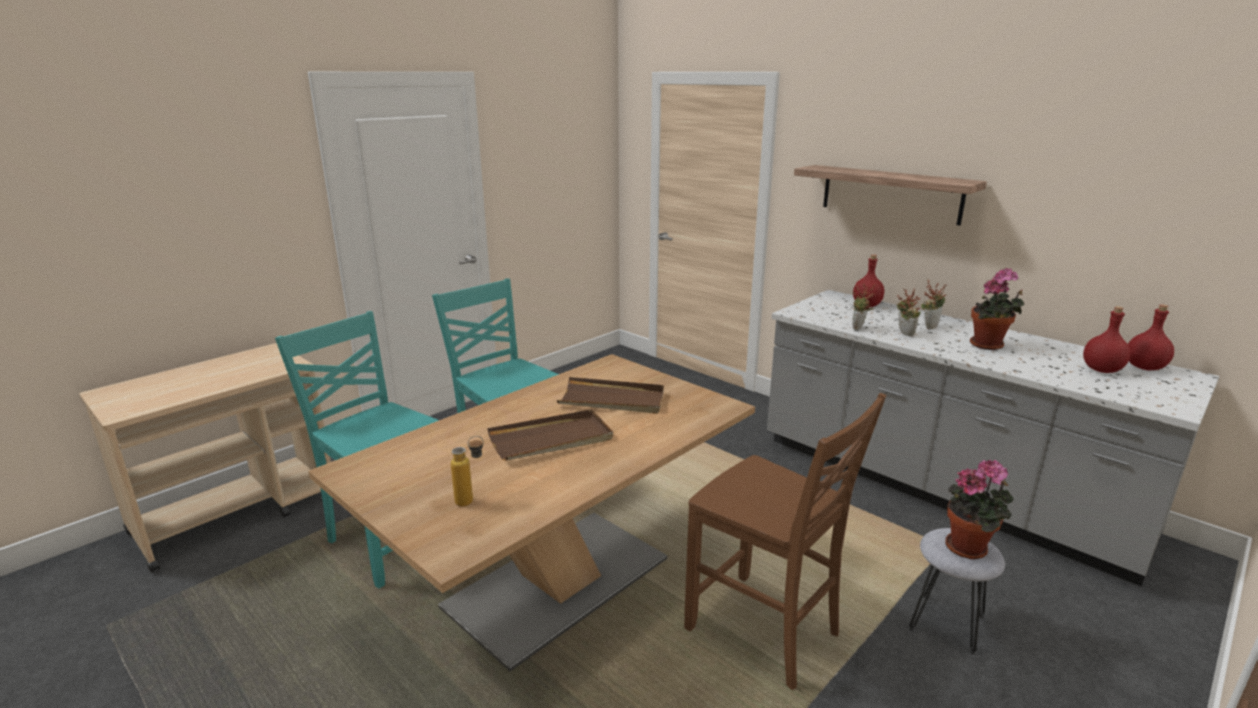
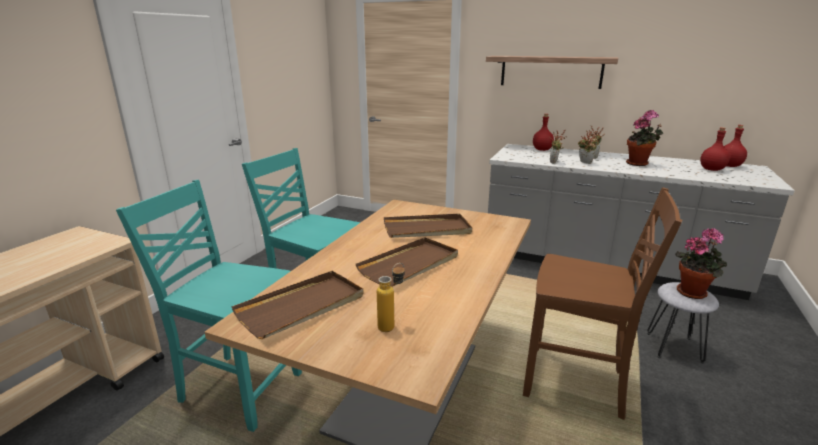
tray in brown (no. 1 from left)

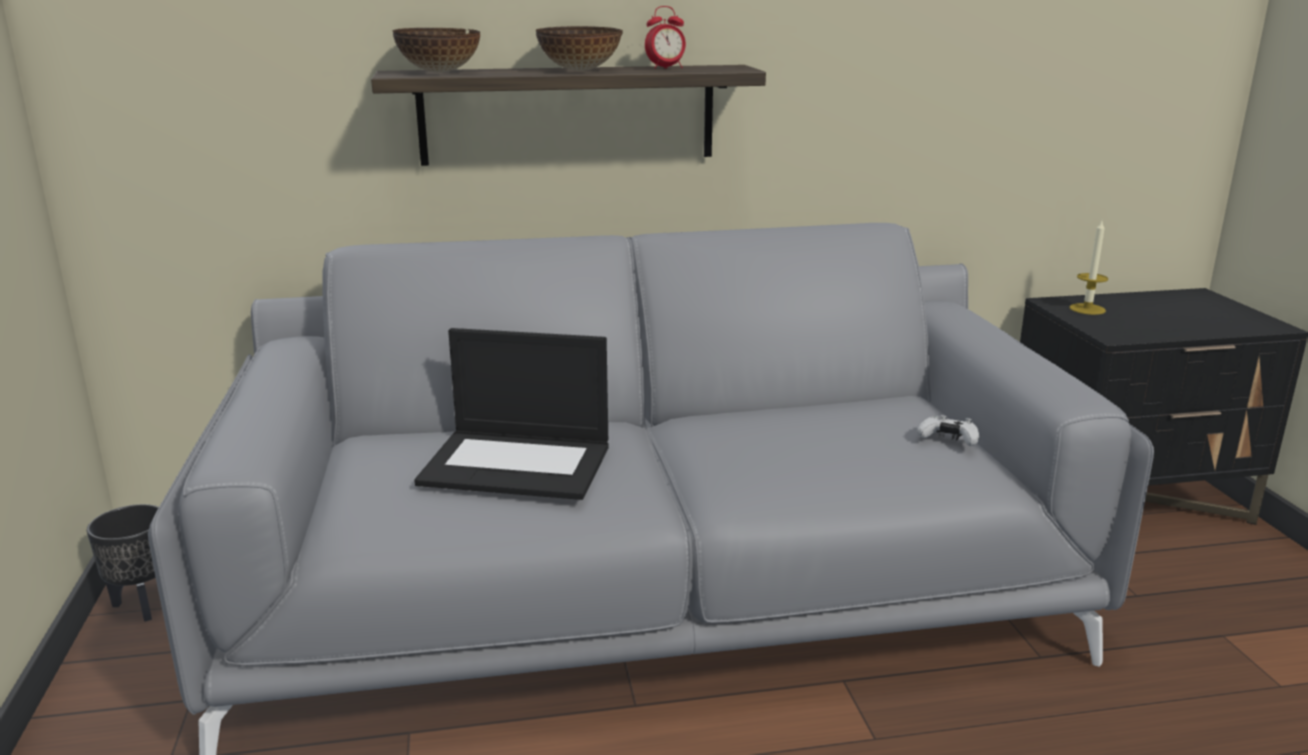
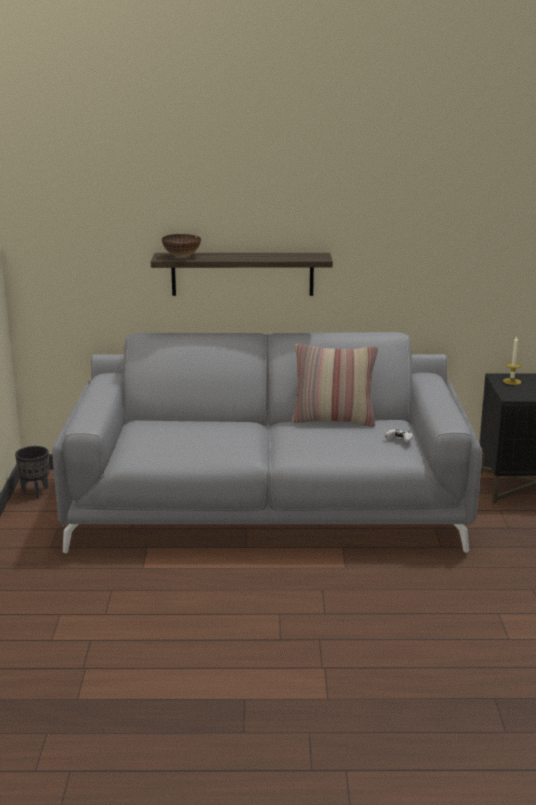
laptop
bowl (no. 2 from left in the first image)
alarm clock
pillow

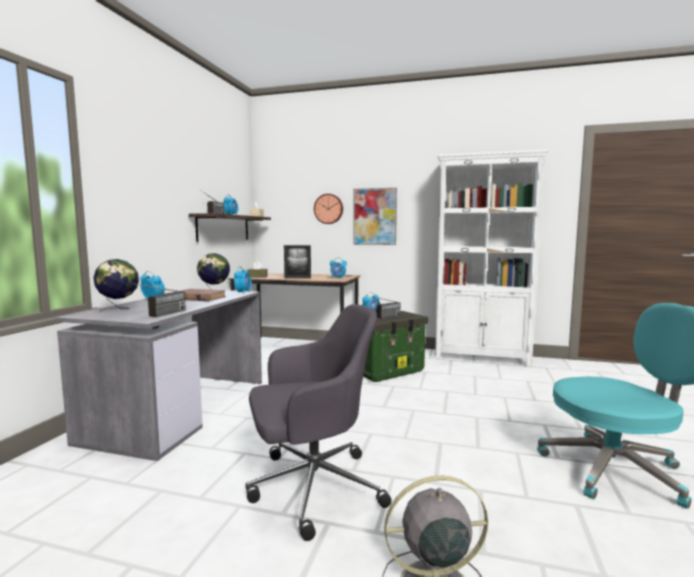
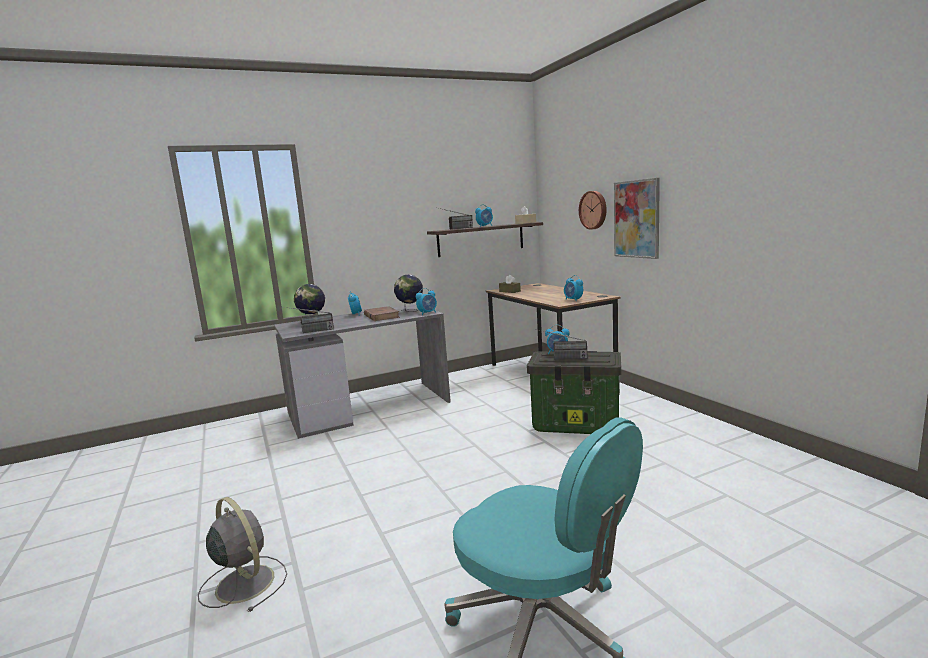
office chair in grey
picture frame
bookcase in white

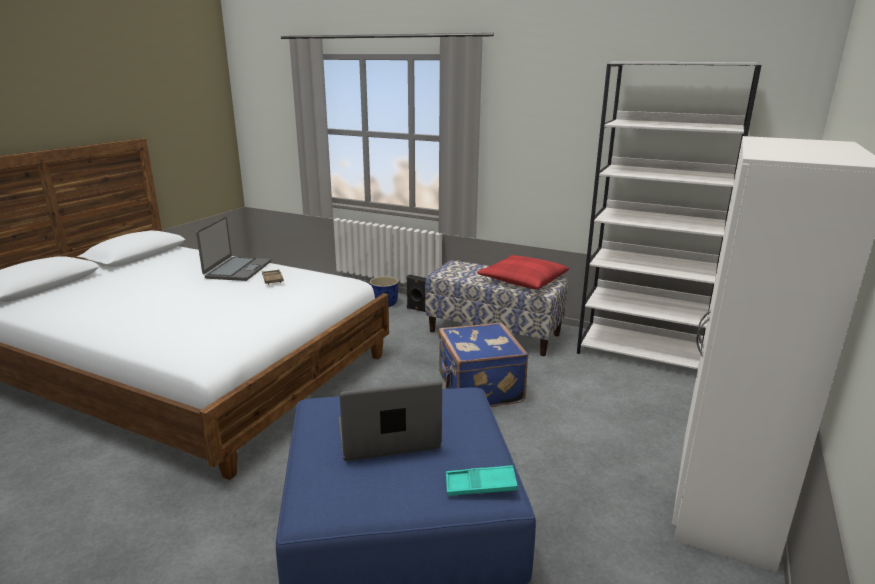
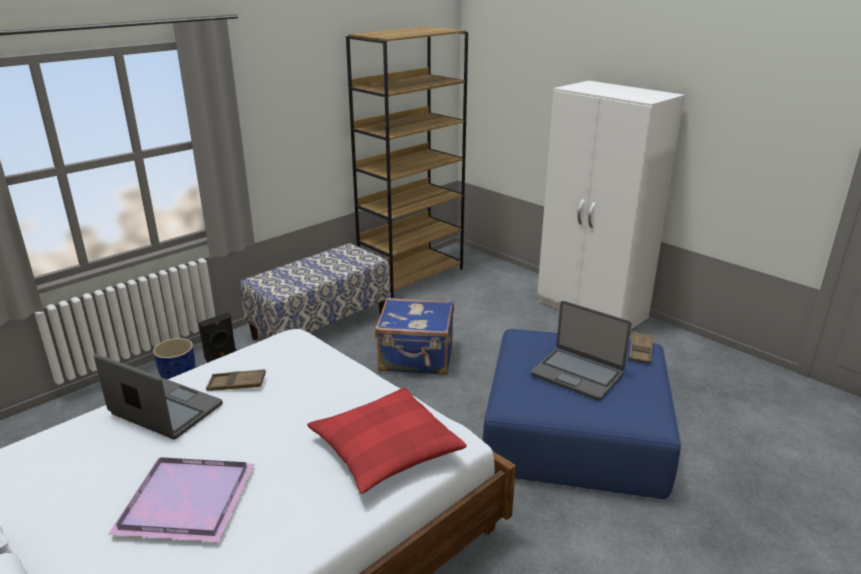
laptop (no. 2 from left)
tray in brown (no. 2 from left)
pillow in red
bookcase in brown
tray in purple

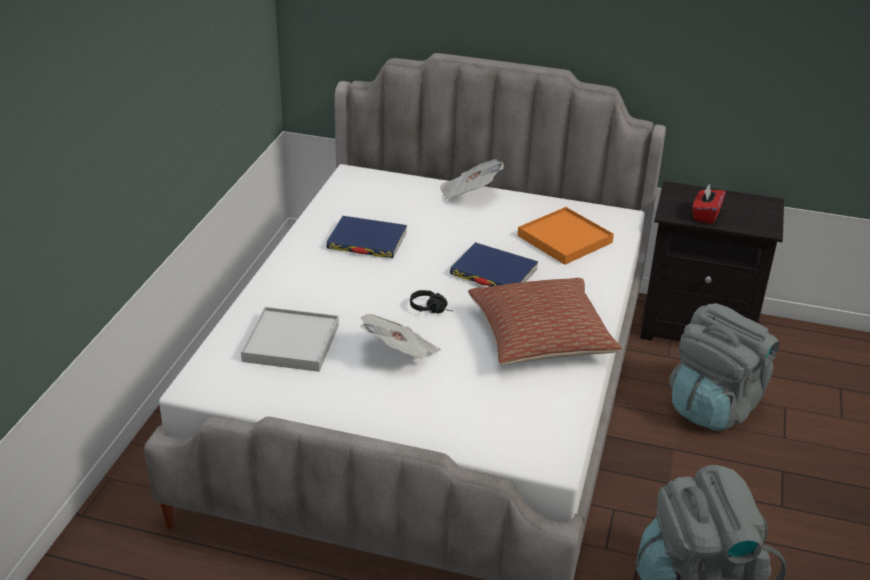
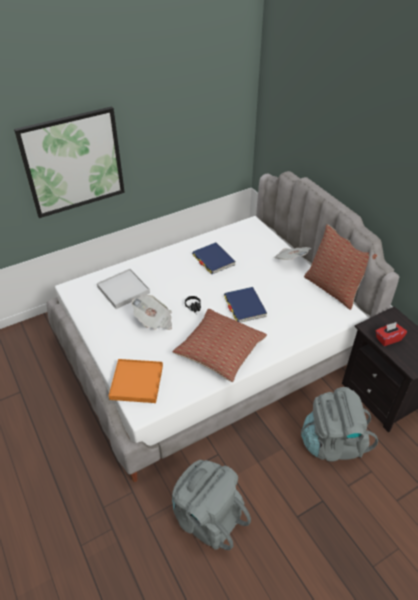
tray in orange
picture
pillow (no. 2 from left)

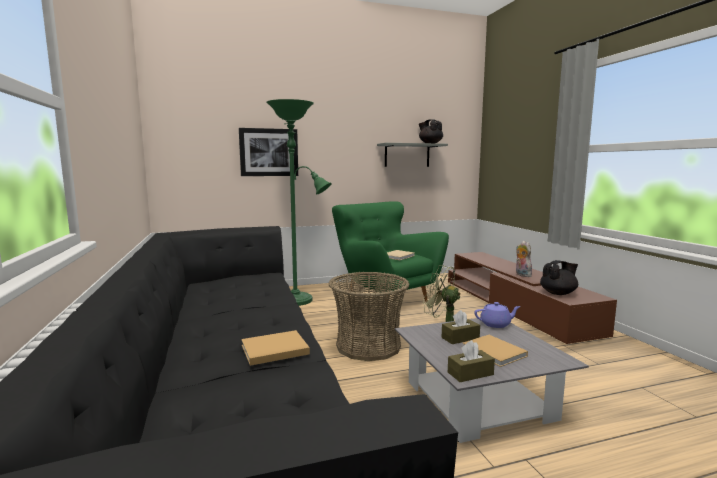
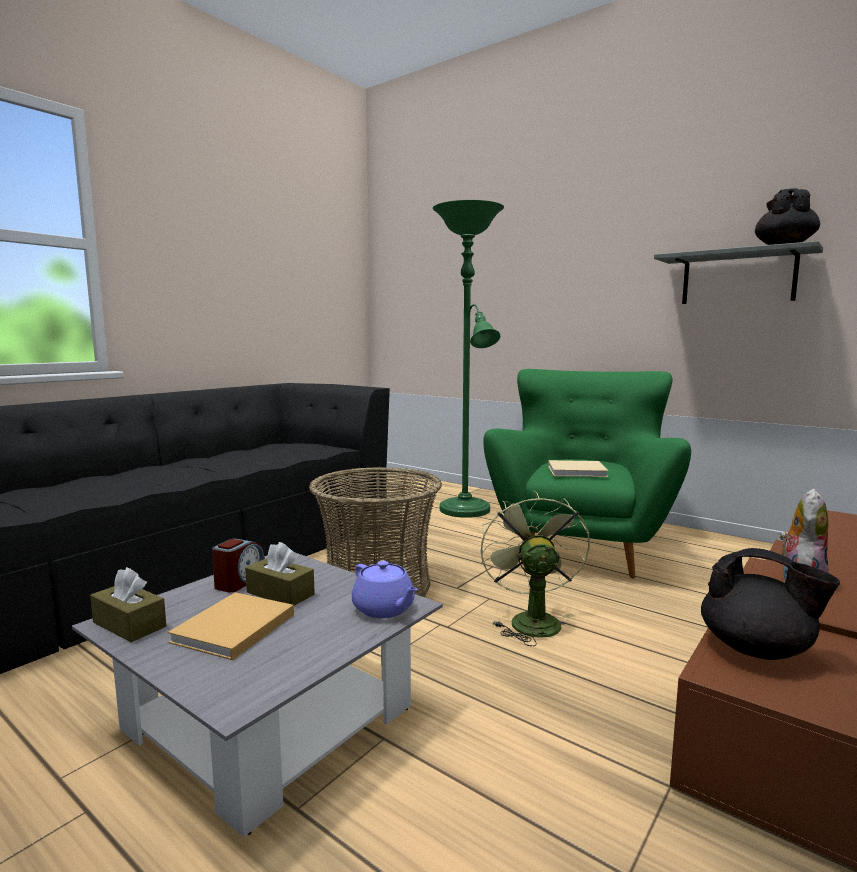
picture
book in beige (no. 1 from left in the first image)
alarm clock

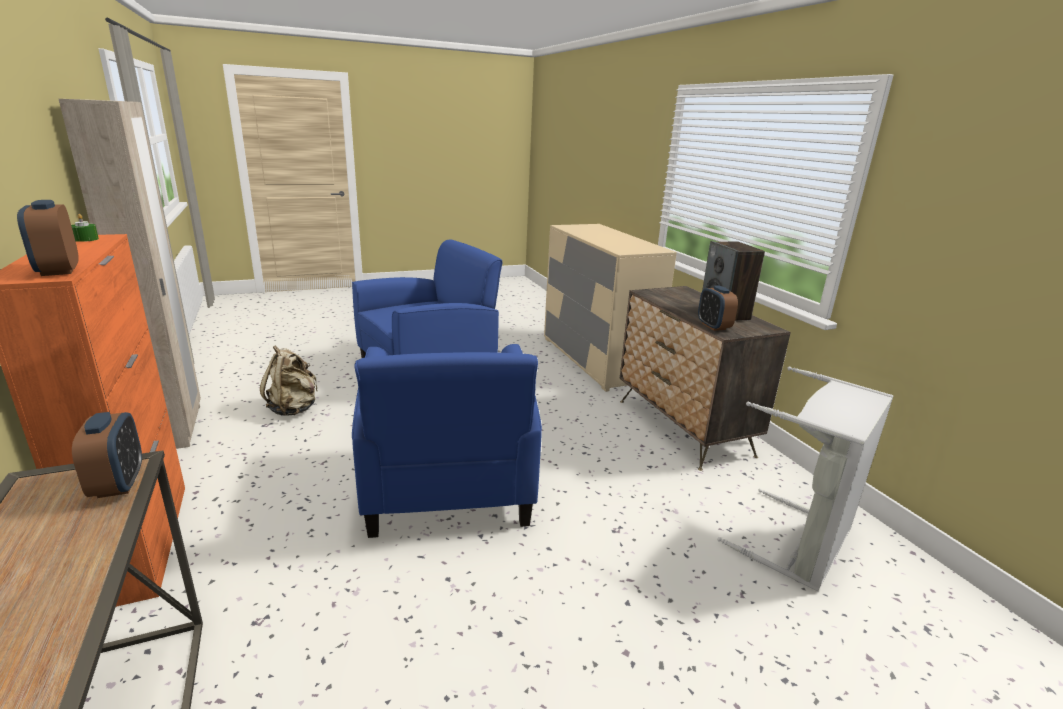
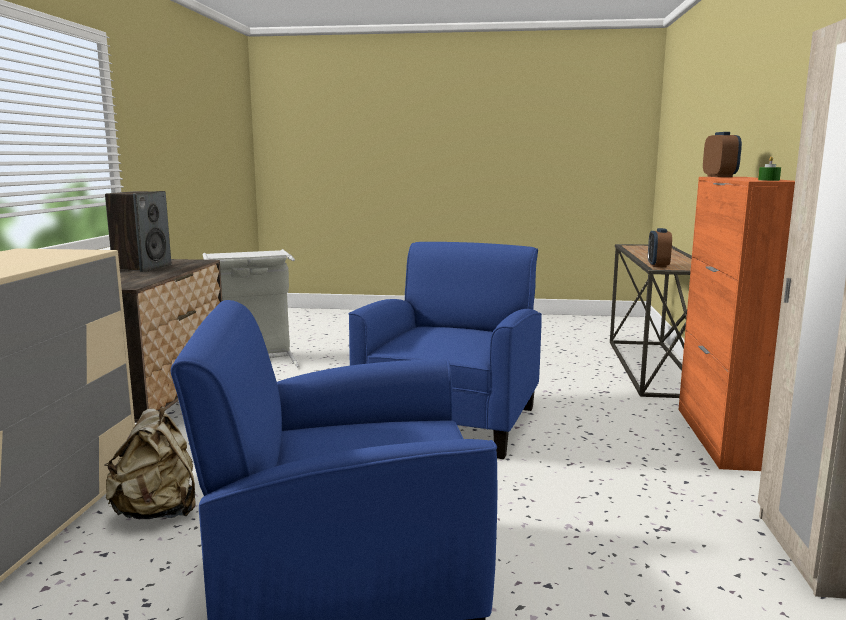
backpack in beige
alarm clock (no. 3 from left in the first image)

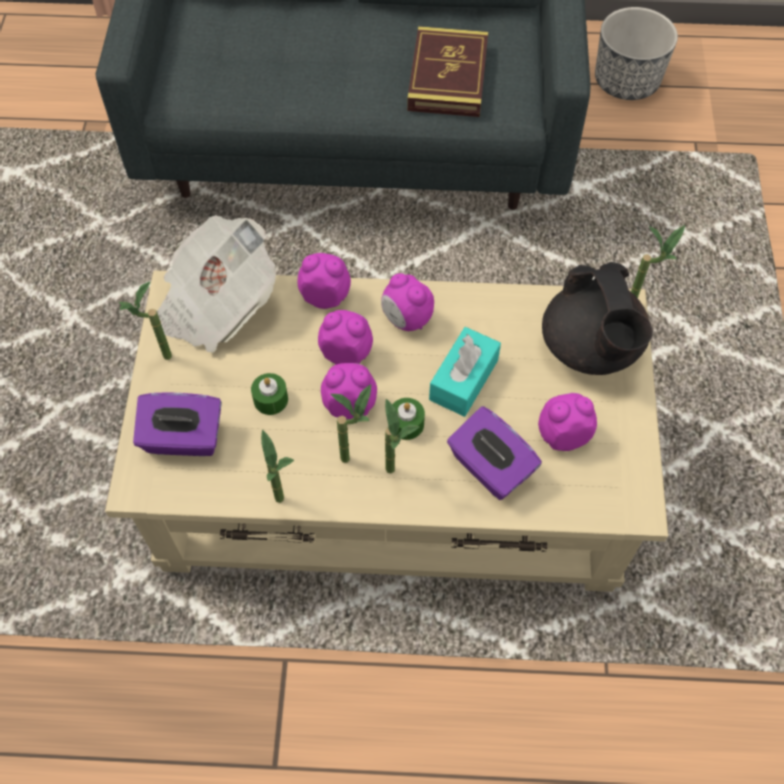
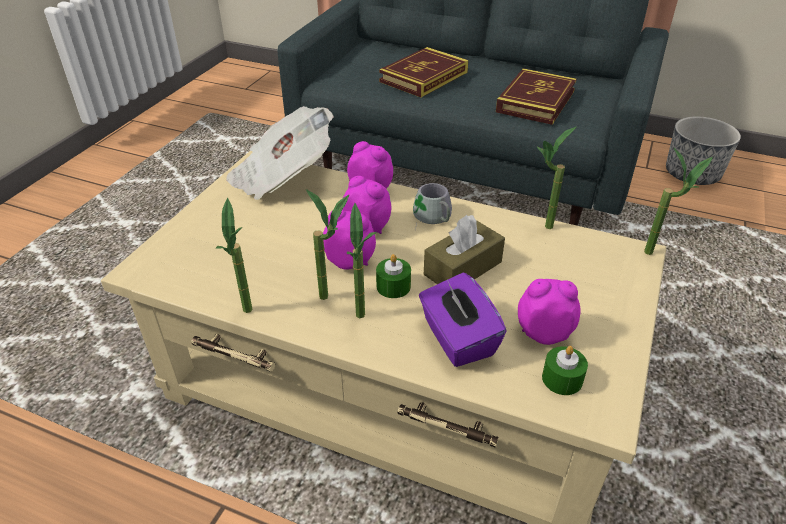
potted plant (no. 4 from left)
tissue box in purple (no. 1 from left in the first image)
candle in green (no. 2 from left)
mug in grey
tissue box in brown
teapot in black
book (no. 1 from left)

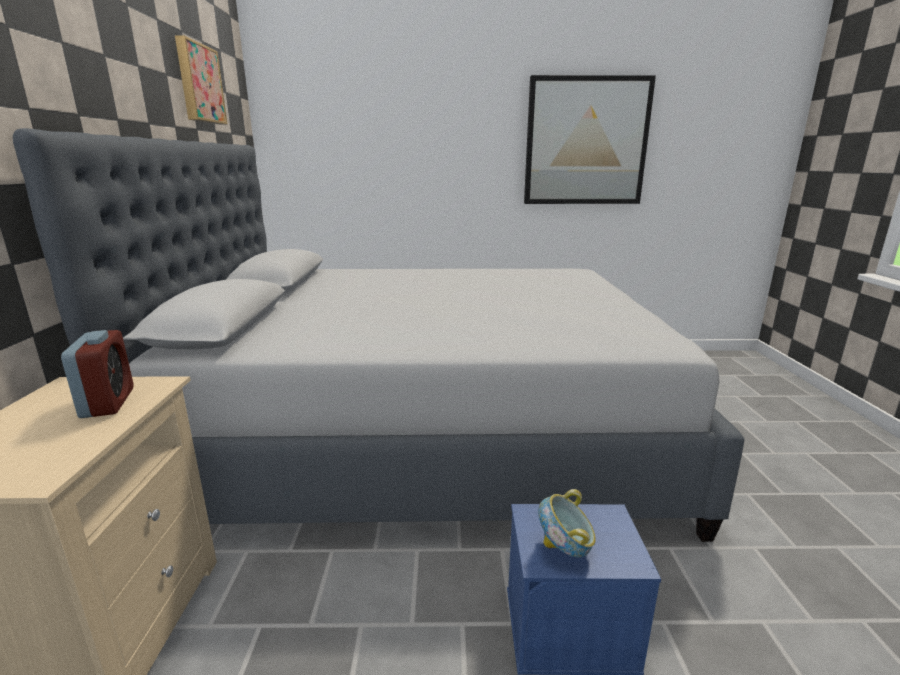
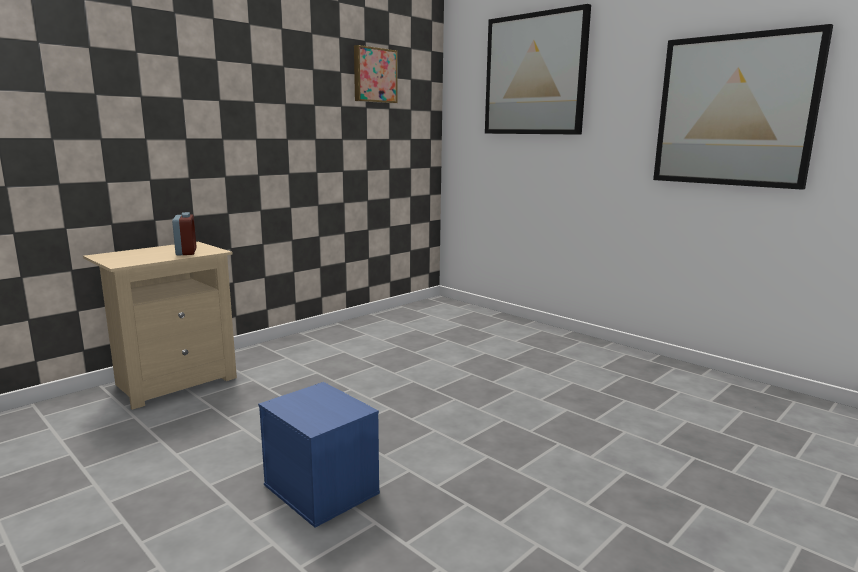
bed in grey
alarm clock
bowl
picture (no. 2 from left)

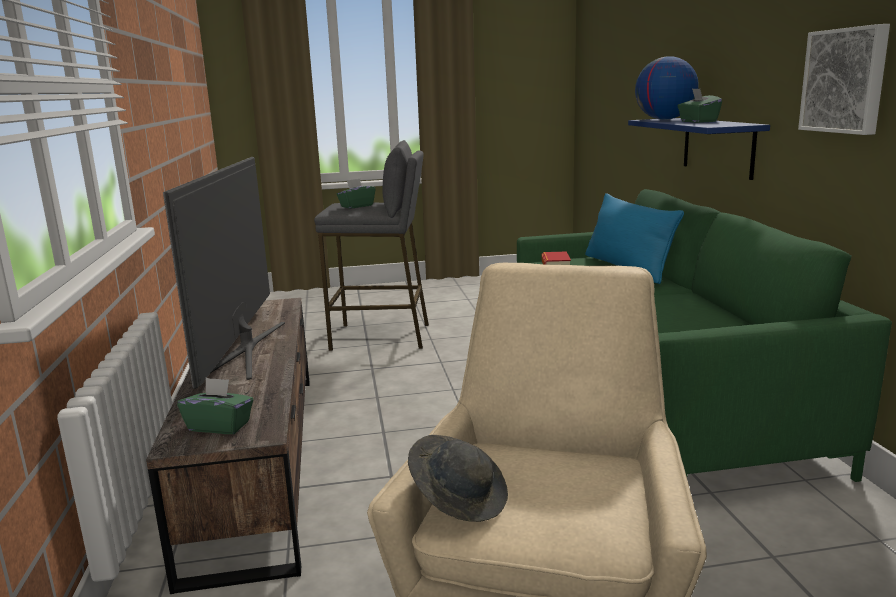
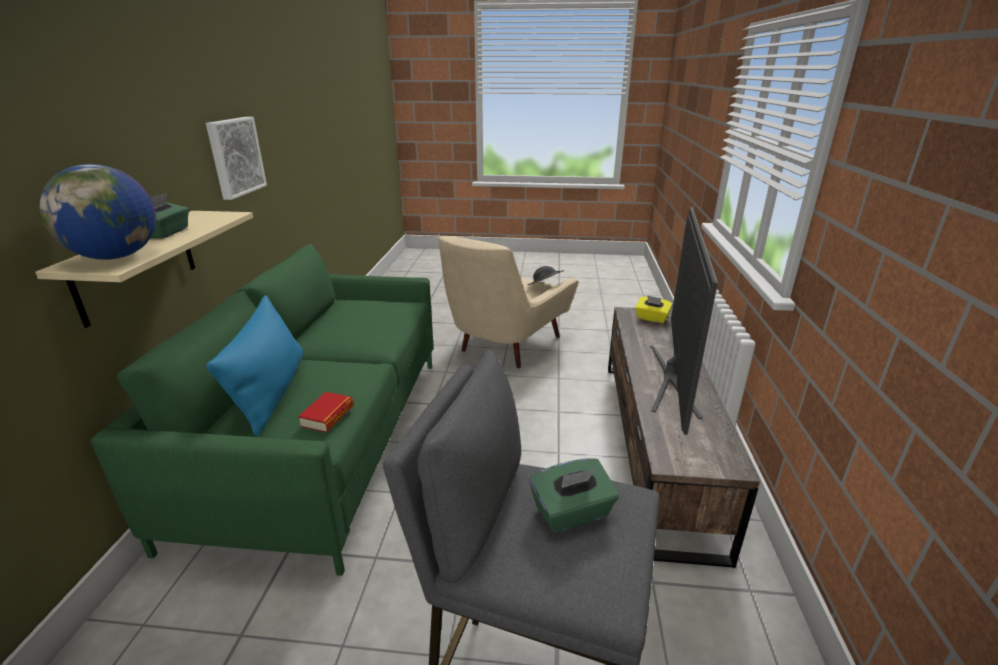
tissue box in yellow
shelf in beige

